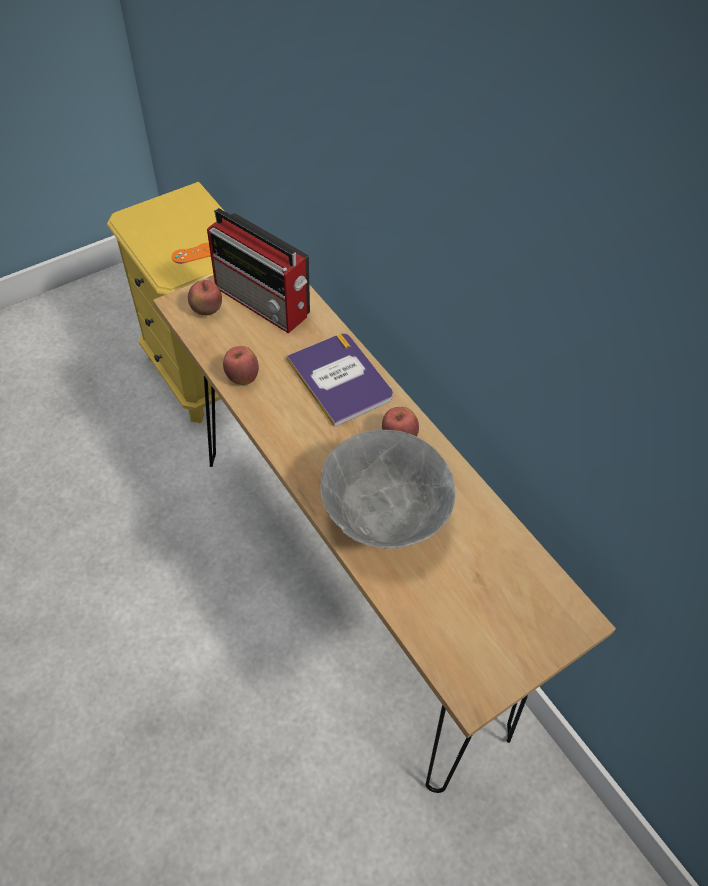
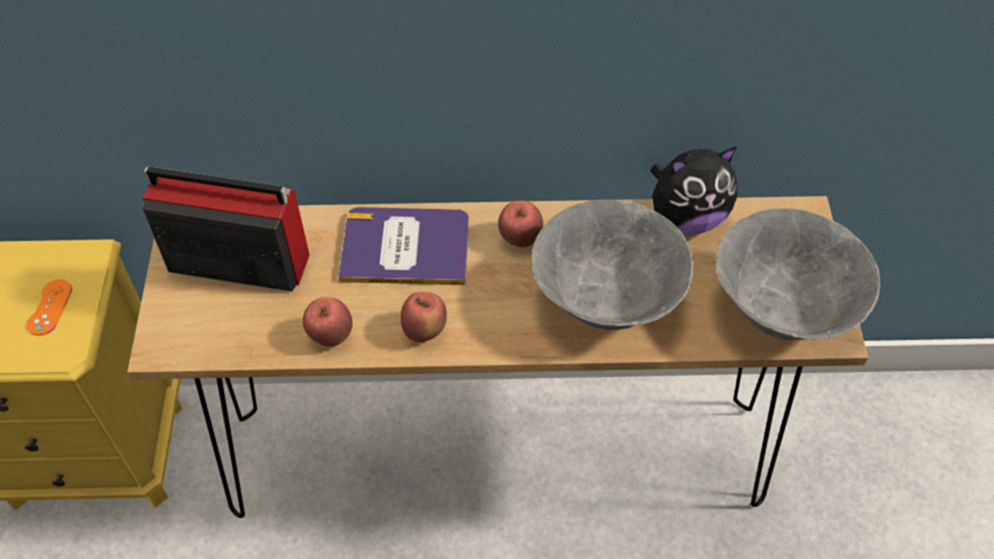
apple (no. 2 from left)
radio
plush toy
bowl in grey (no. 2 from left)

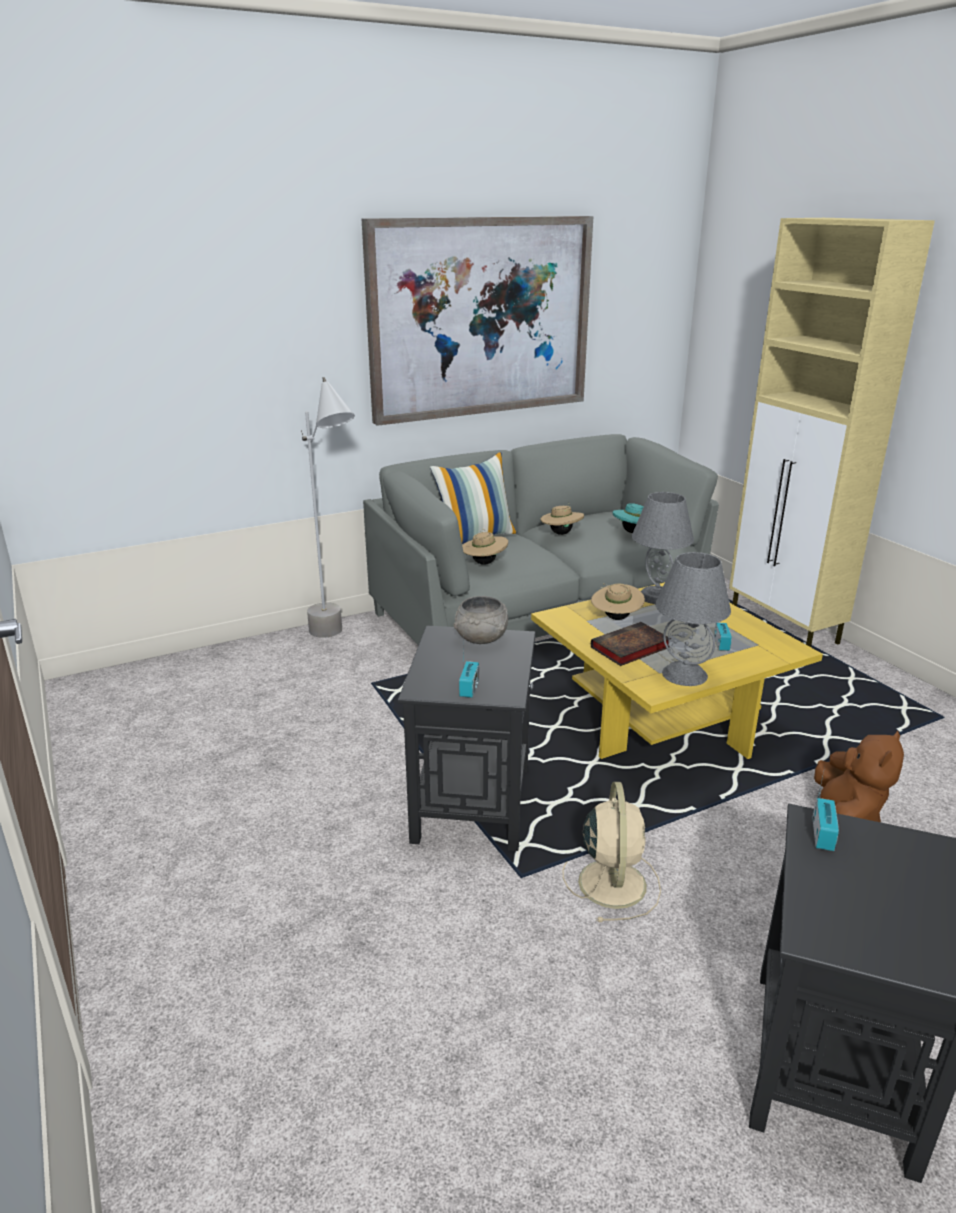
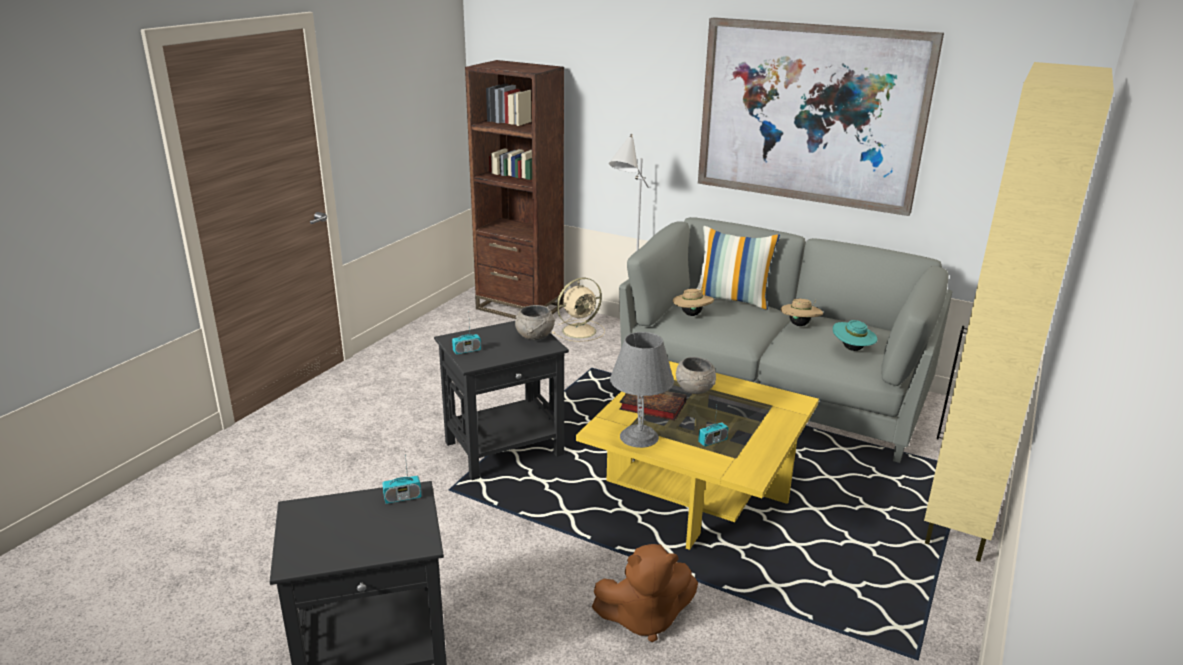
fan in beige
bowl in grey (no. 2 from left)
table lamp in grey (no. 1 from left in the first image)
bookcase in brown

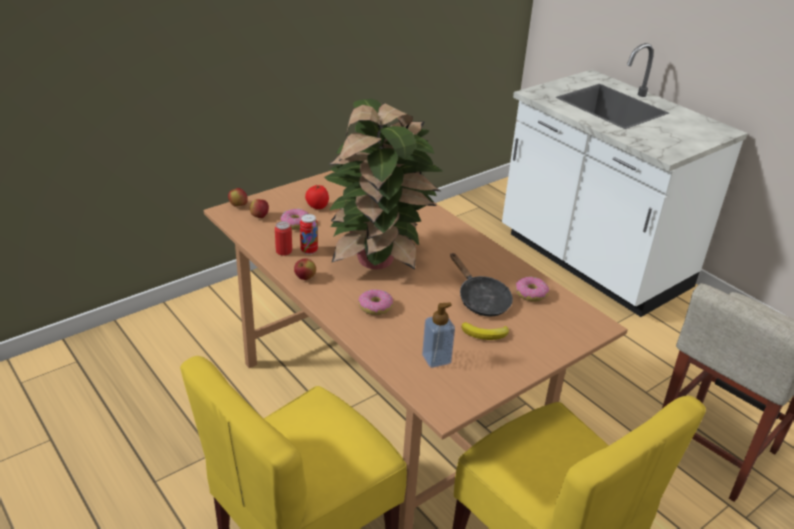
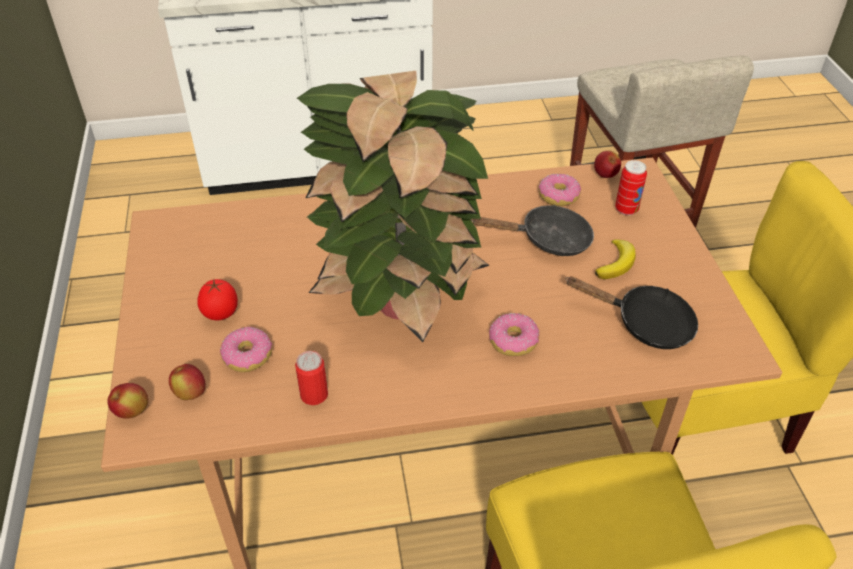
apple (no. 3 from left)
can (no. 2 from left)
frying pan in black (no. 2 from left)

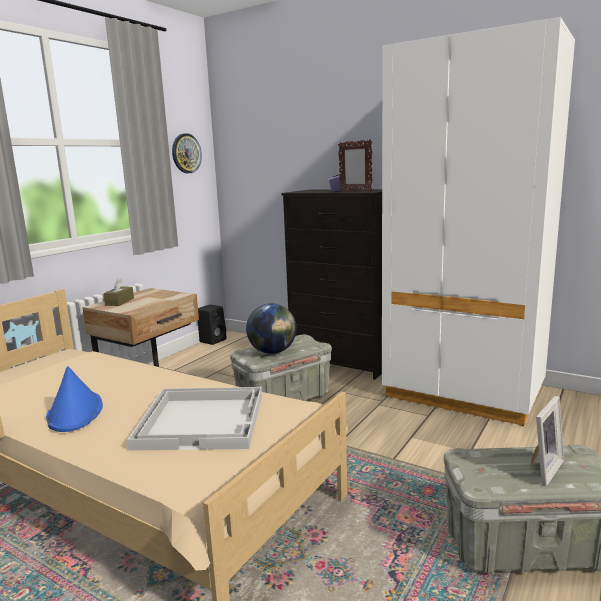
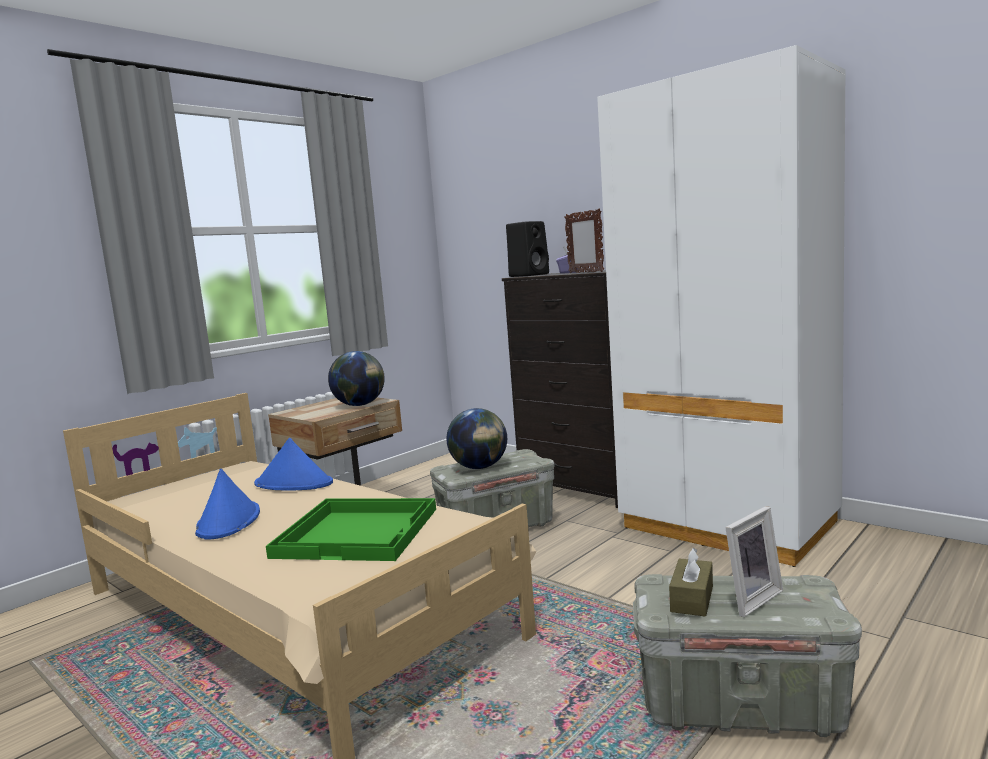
tissue box in brown
tray in green
wall clock
speaker in black
hat in blue (no. 2 from left)
globe (no. 1 from left)

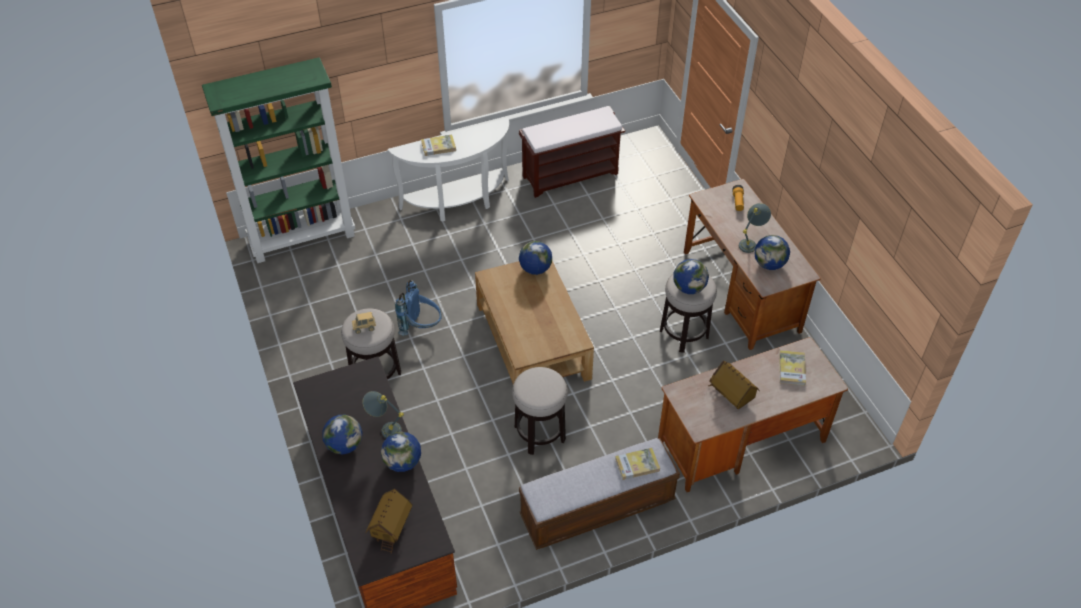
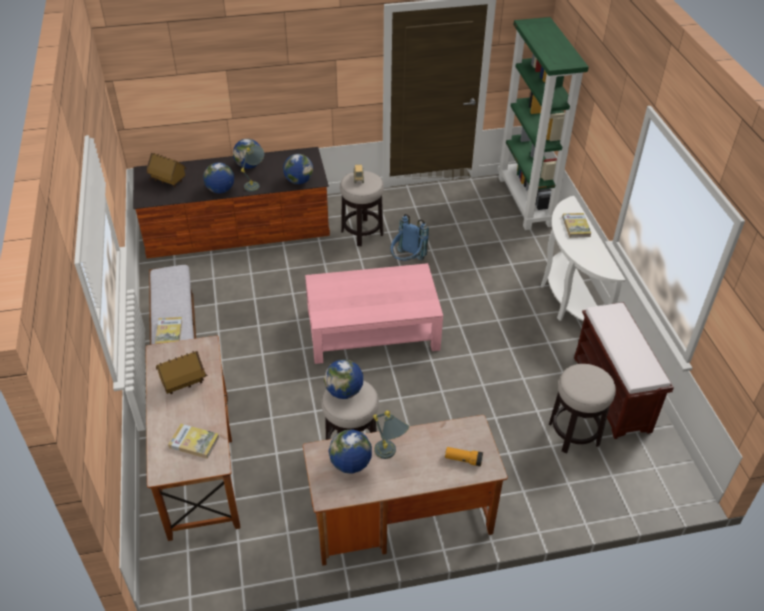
coffee table in pink
stool (no. 3 from left)
globe (no. 3 from left)

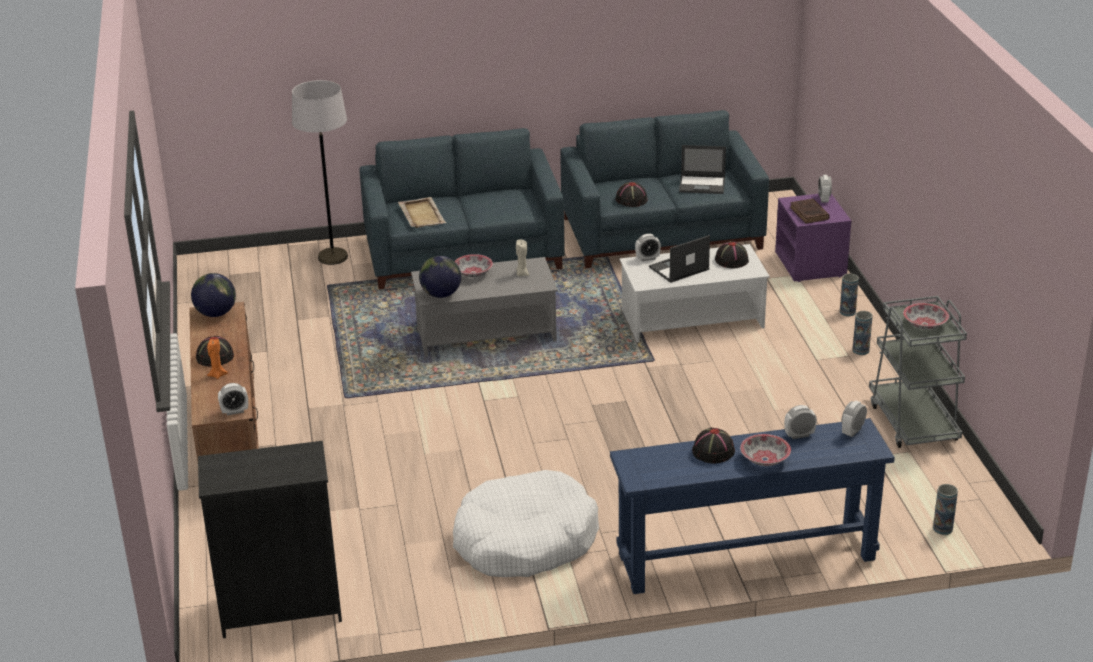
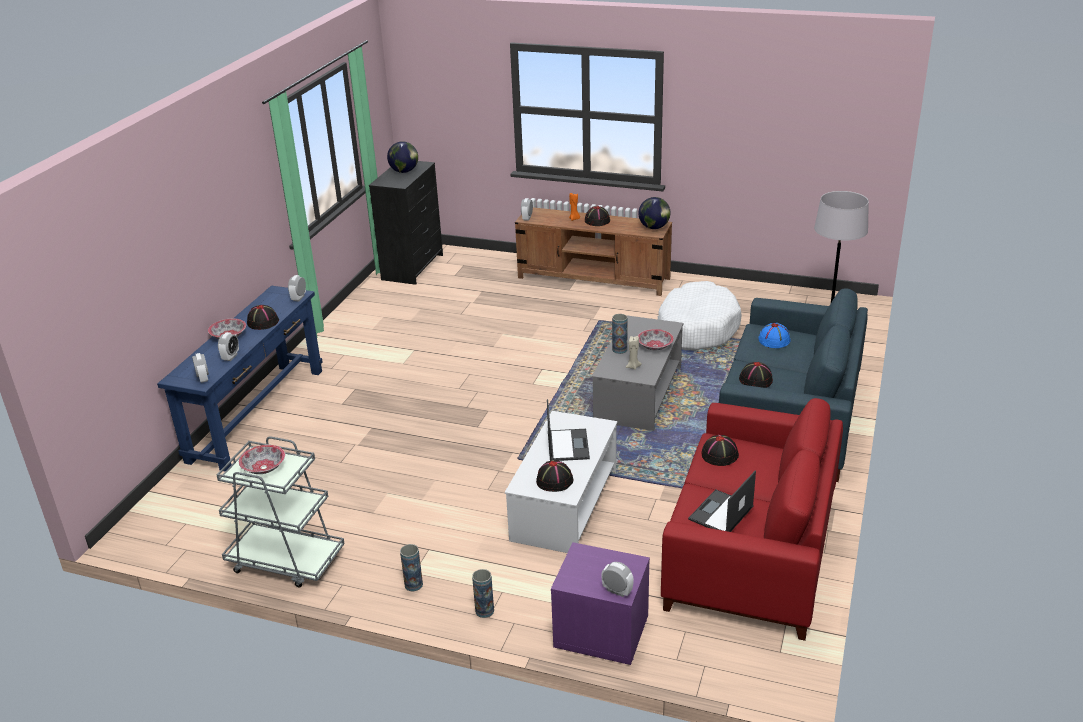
hat in blue
globe (no. 1 from left)
dog bed in white
sofa in red
alarm clock (no. 3 from left)
book in brown
vase (no. 3 from left)
hat in black (no. 5 from left)

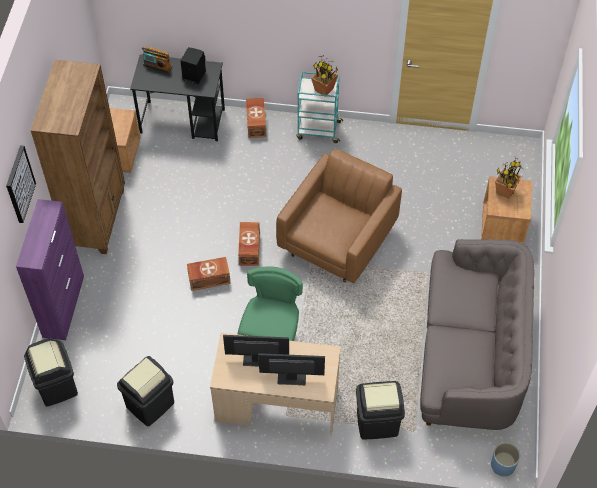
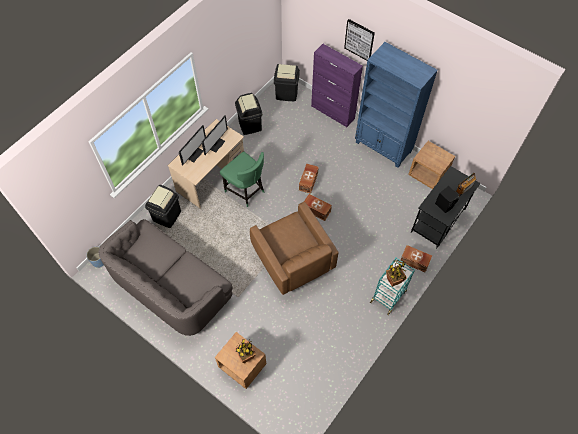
bookcase in blue

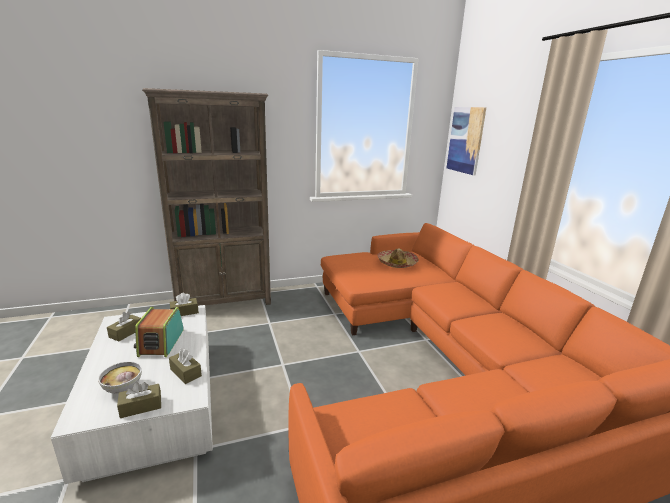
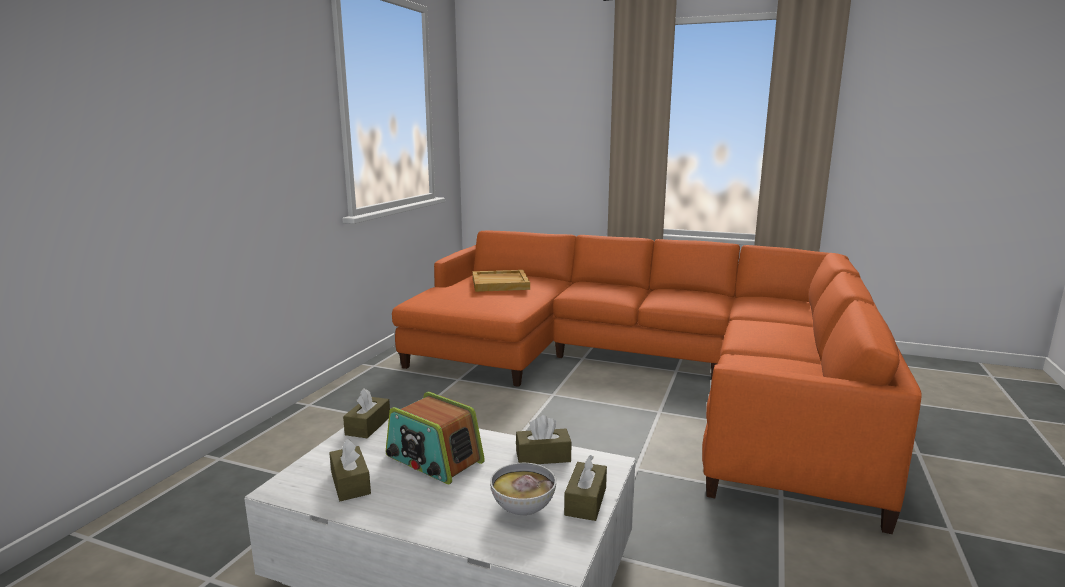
bookcase in brown
tray in beige
picture

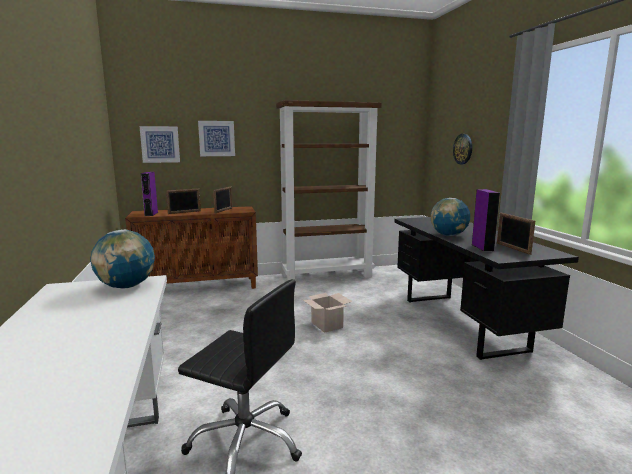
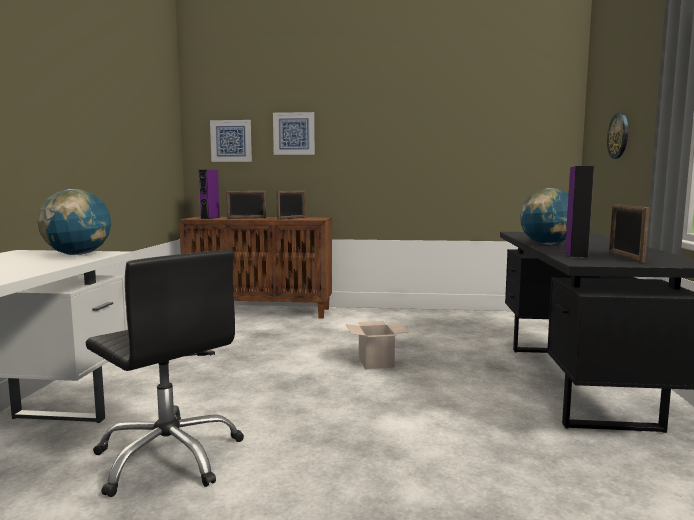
bookcase in brown

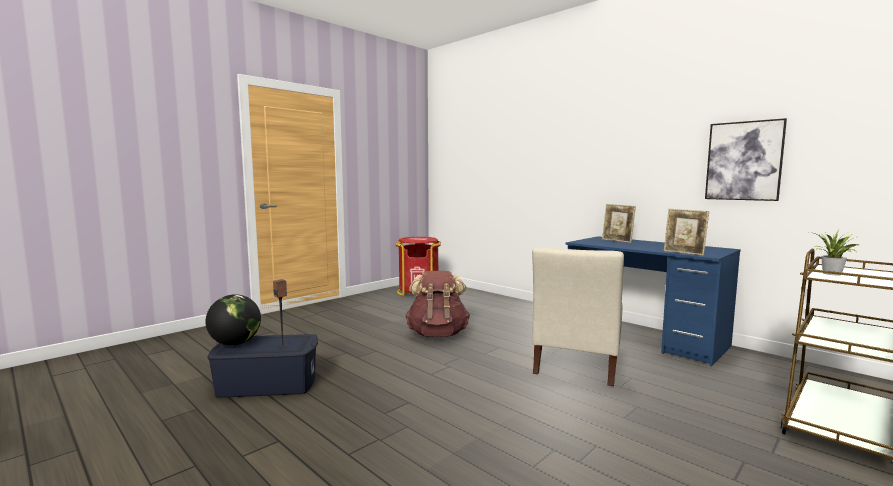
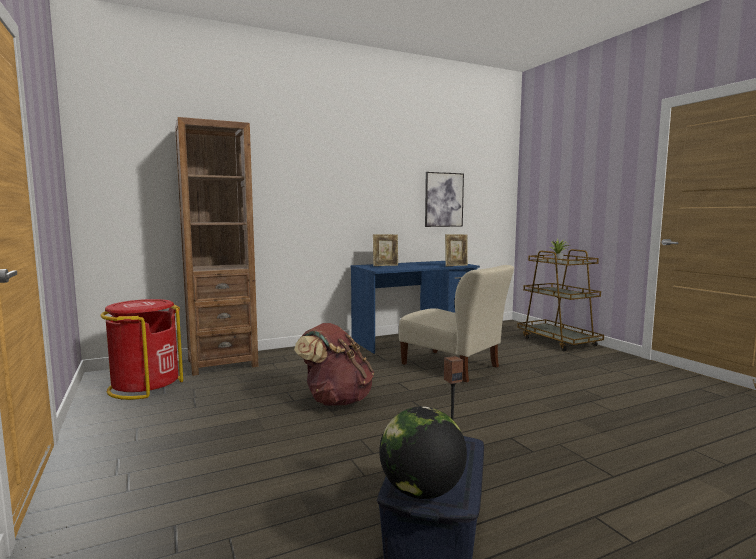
bookcase in brown

